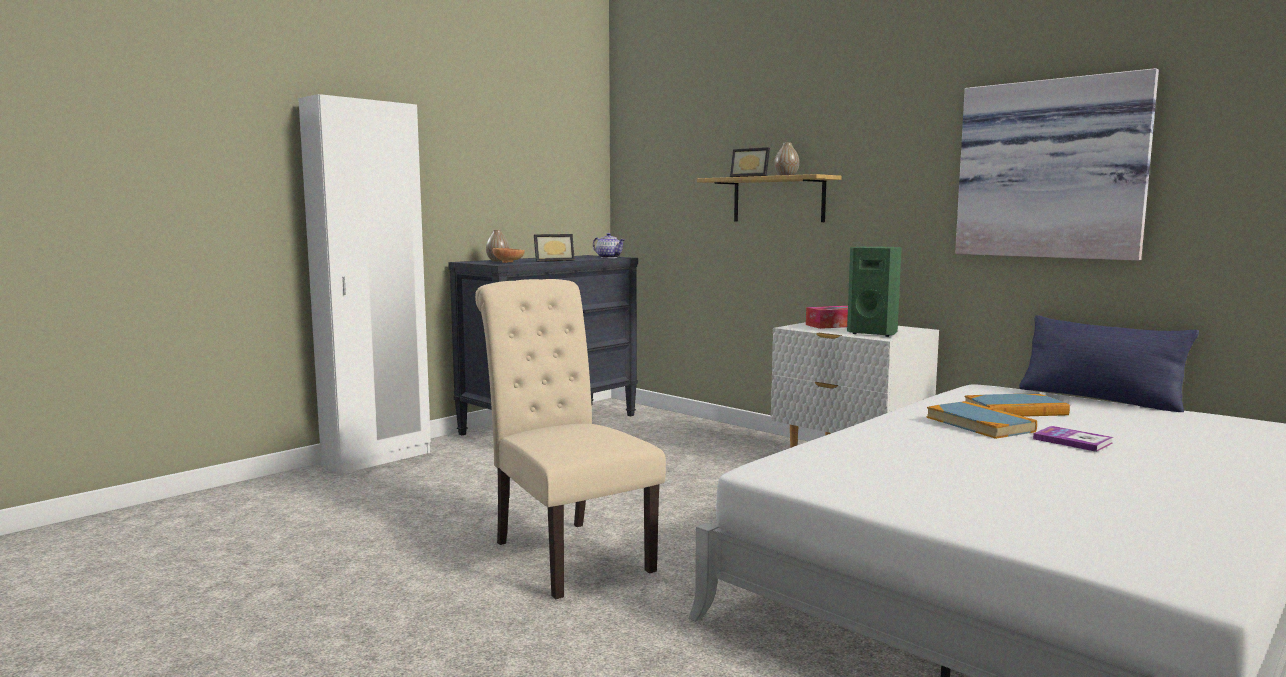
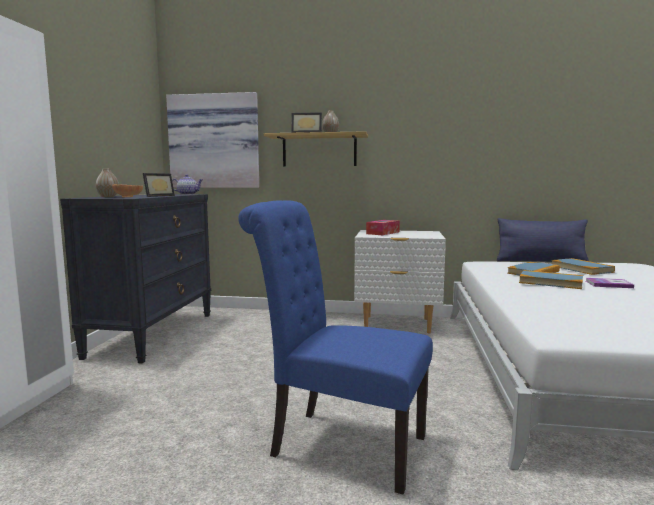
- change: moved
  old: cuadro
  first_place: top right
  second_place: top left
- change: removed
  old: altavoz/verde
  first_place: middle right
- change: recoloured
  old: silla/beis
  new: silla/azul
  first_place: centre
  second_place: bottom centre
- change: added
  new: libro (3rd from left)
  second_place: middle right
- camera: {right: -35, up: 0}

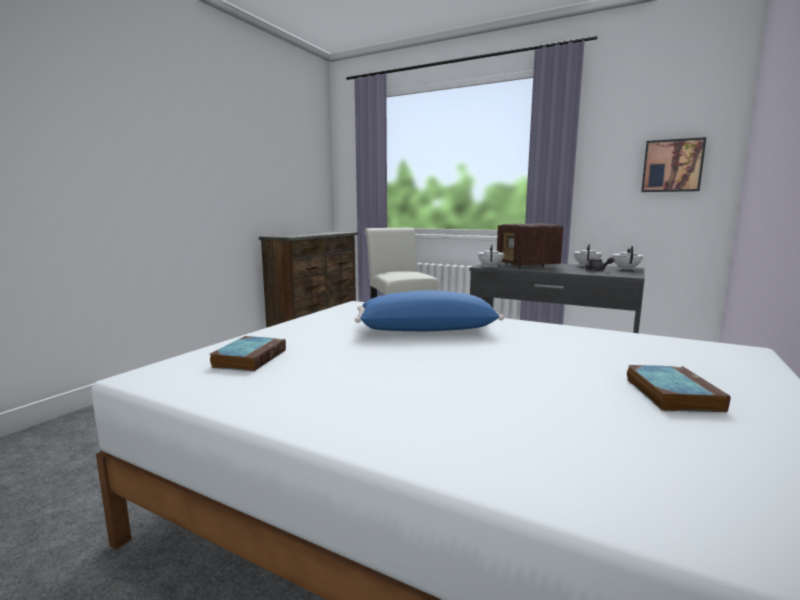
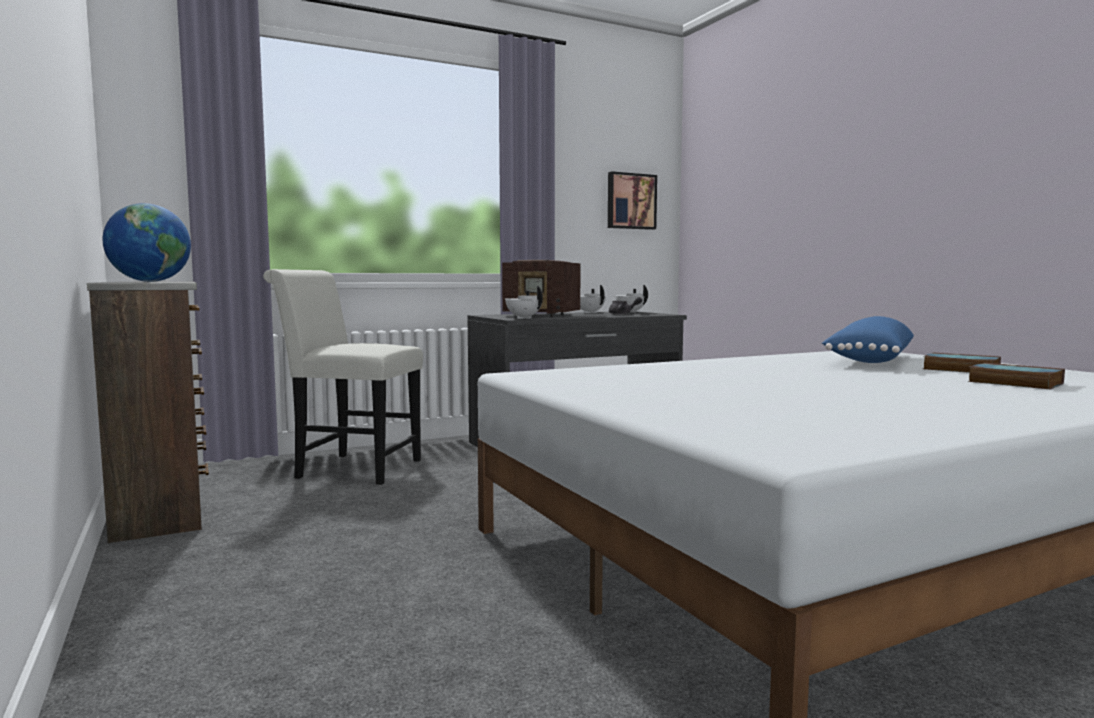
- change: moved
  old: cojín/azul
  first_place: centre
  second_place: middle right
- change: moved
  old: libro (1st from left in the first image)
  new: libro (2nd from left)
  first_place: middle left
  second_place: middle right
- change: added
  new: globo terráqueo
  second_place: middle left
- camera: {right: -55, up: -5}

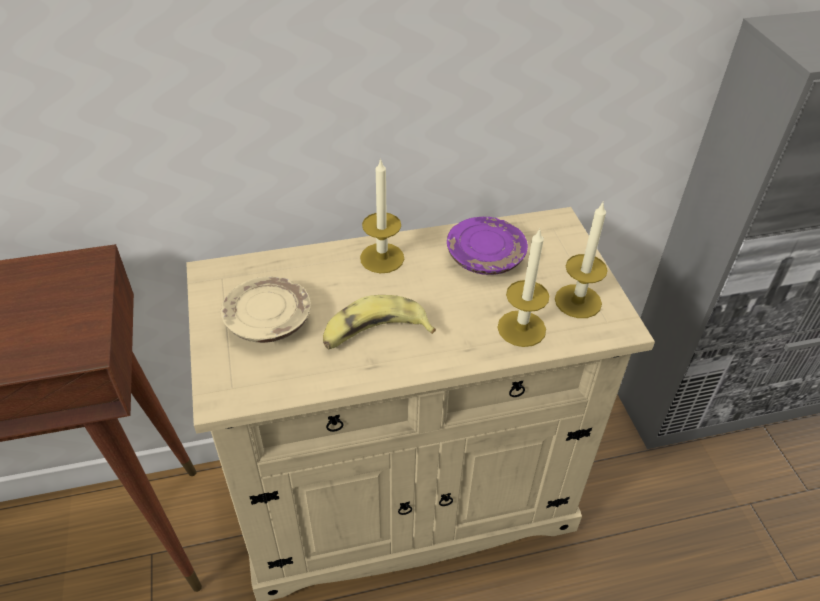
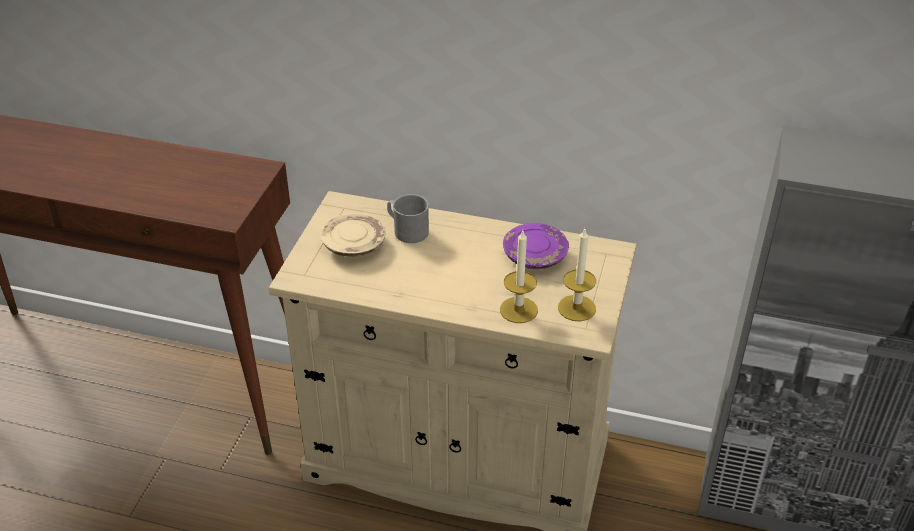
- change: removed
  old: vela (1st from left)
  first_place: centre
- change: removed
  old: plátano
  first_place: centre
- change: added
  new: taza grande/gris
  second_place: centre
- camera: {right: 30, up: -5}

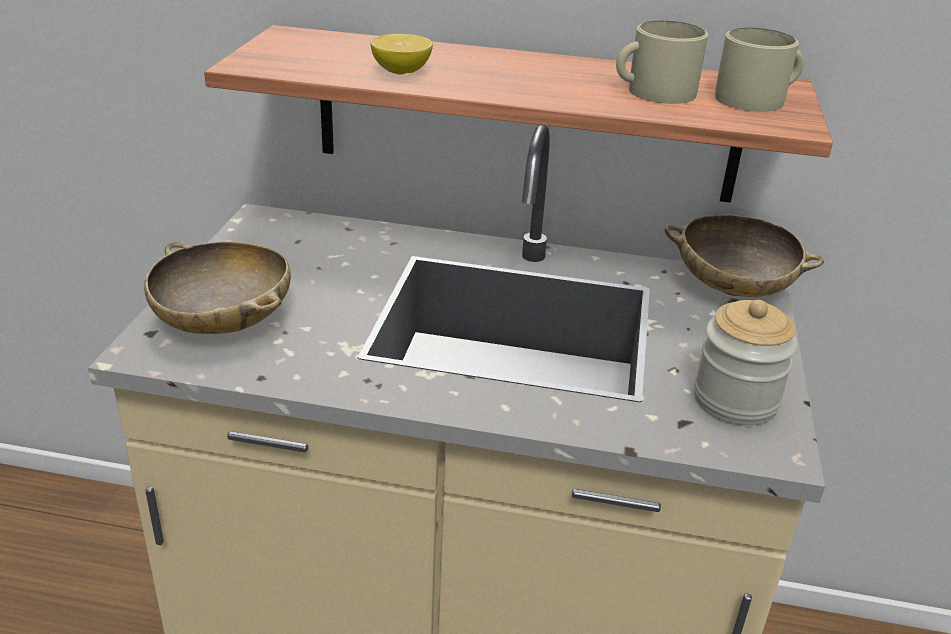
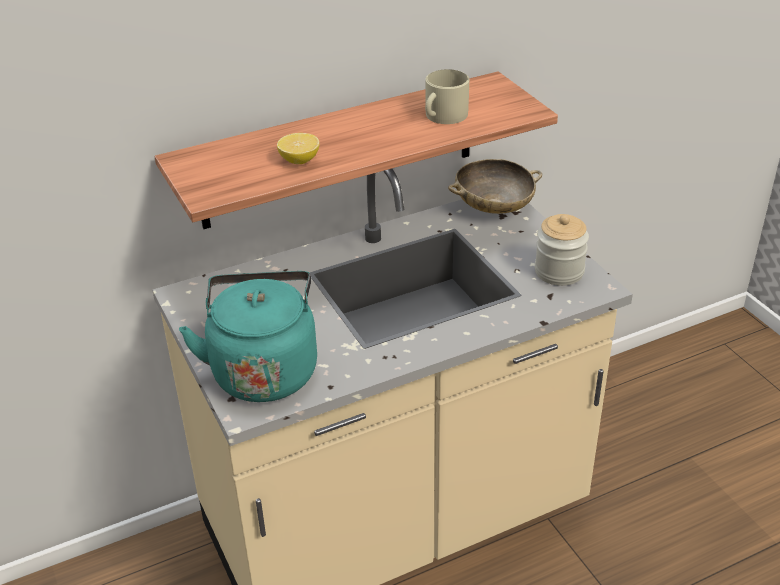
- change: removed
  old: taza grande/beis (2nd from left)
  first_place: top right
- change: replaced
  old: cuenco/beis (1st from left)
  new: hervidor/turquesa
  first_place: middle left
  second_place: middle left
- camera: {right: -35, up: 5}

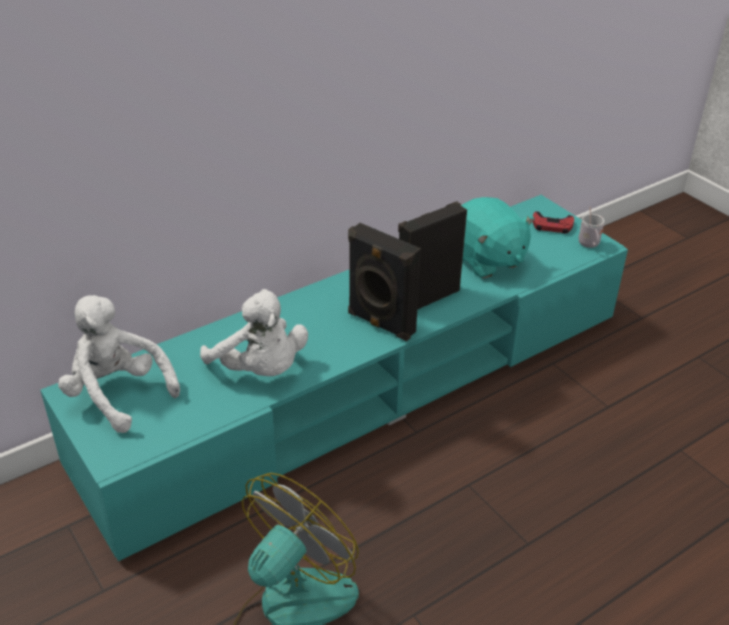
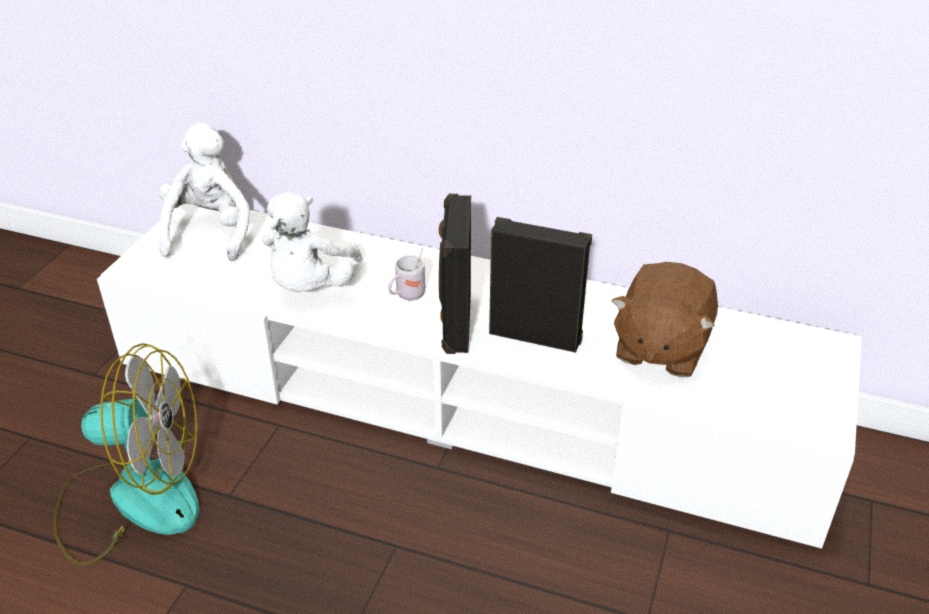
- change: recoloured
  old: mueble de televisión/turquesa
  new: mueble de televisión/blanco
  first_place: centre
  second_place: centre
- change: recoloured
  old: peluche/turquesa
  new: peluche/marrón
  first_place: middle right
  second_place: middle right
- change: moved
  old: taza grande/blanco
  first_place: middle right
  second_place: centre
- change: removed
  old: mando de consola/rojo
  first_place: middle right
- camera: {right: 55, up: 0}

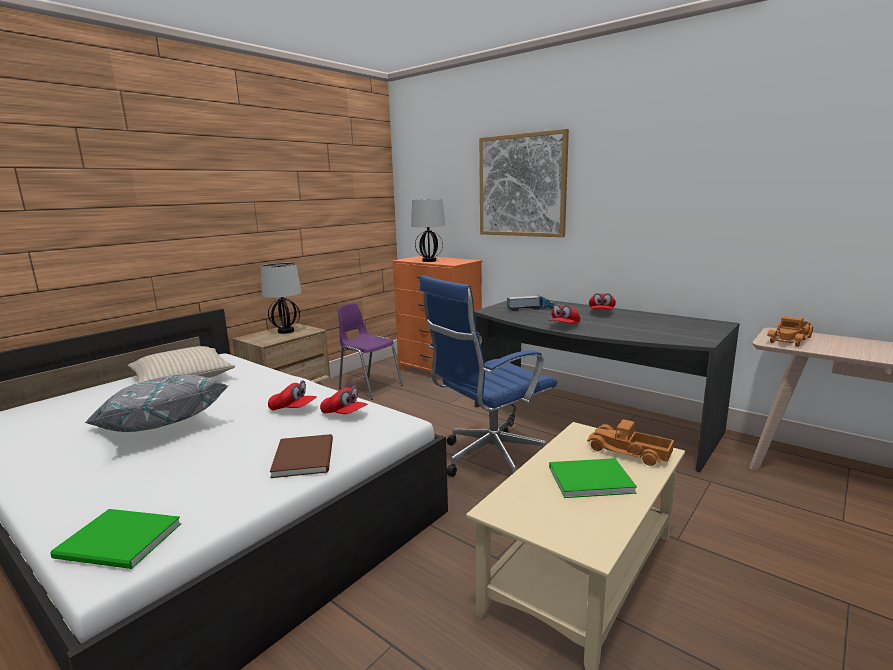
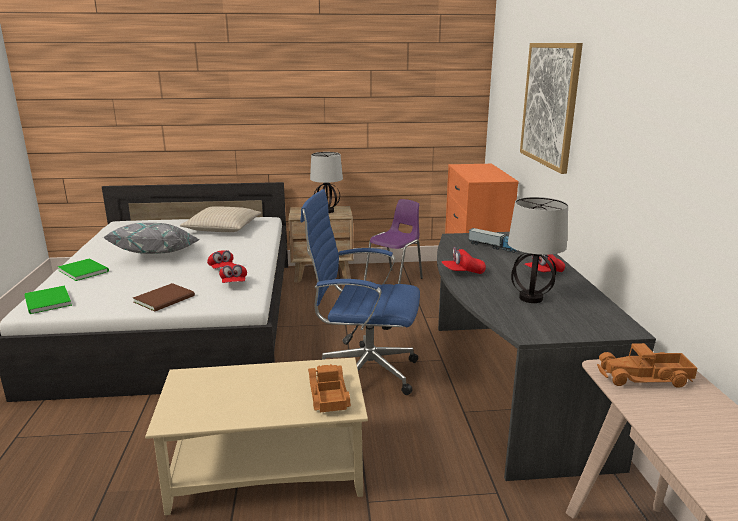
- change: moved
  old: lámpara de mesa (2nd from left)
  first_place: centre
  second_place: middle right
- change: turned
  old: silla/morado
  first_place: centre
  second_place: centre
  degrees: 45
- change: moved
  old: libro/verde (2nd from left)
  first_place: bottom centre
  second_place: middle left
- camera: {right: 45, up: 5}

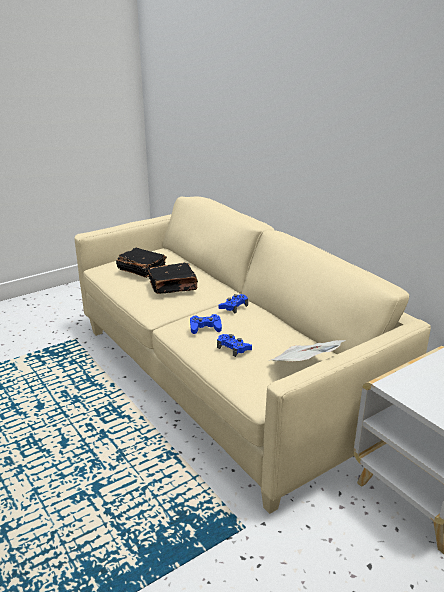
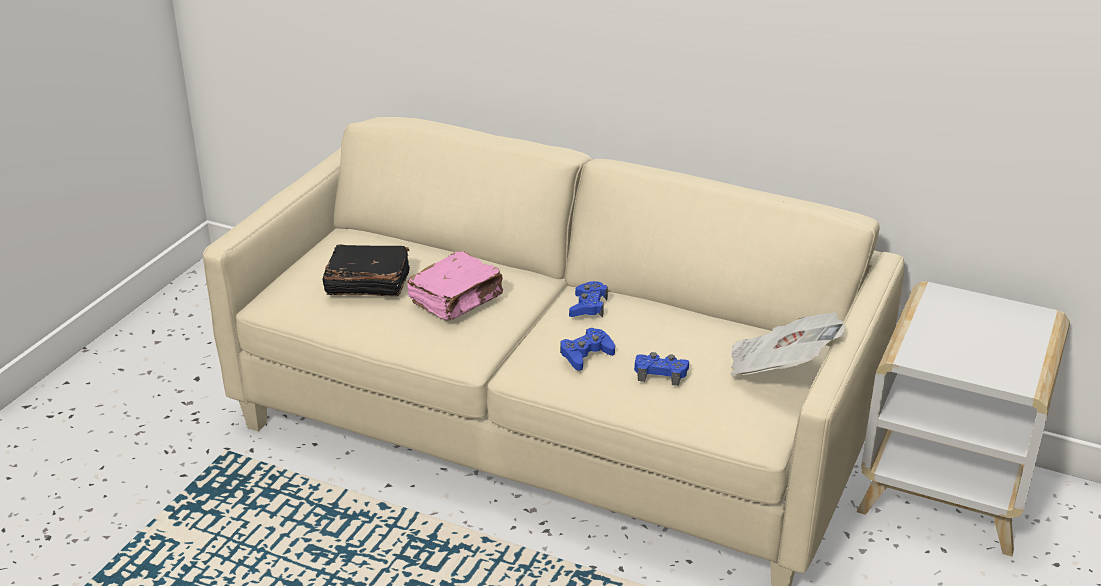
- change: recoloured
  old: libro/negro (2nd from left)
  new: libro/rosa
  first_place: centre
  second_place: centre
- camera: {right: -30, up: 5}

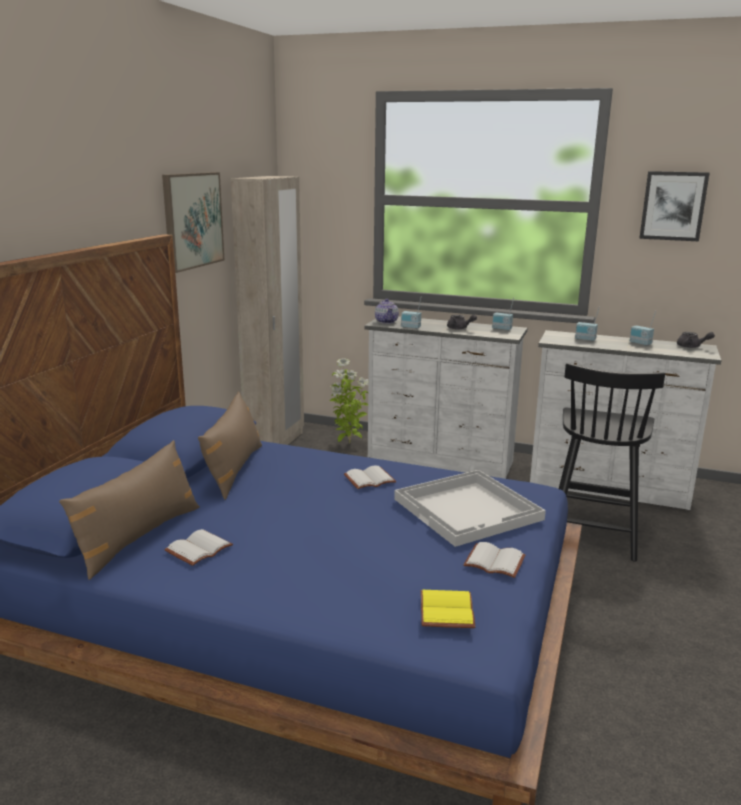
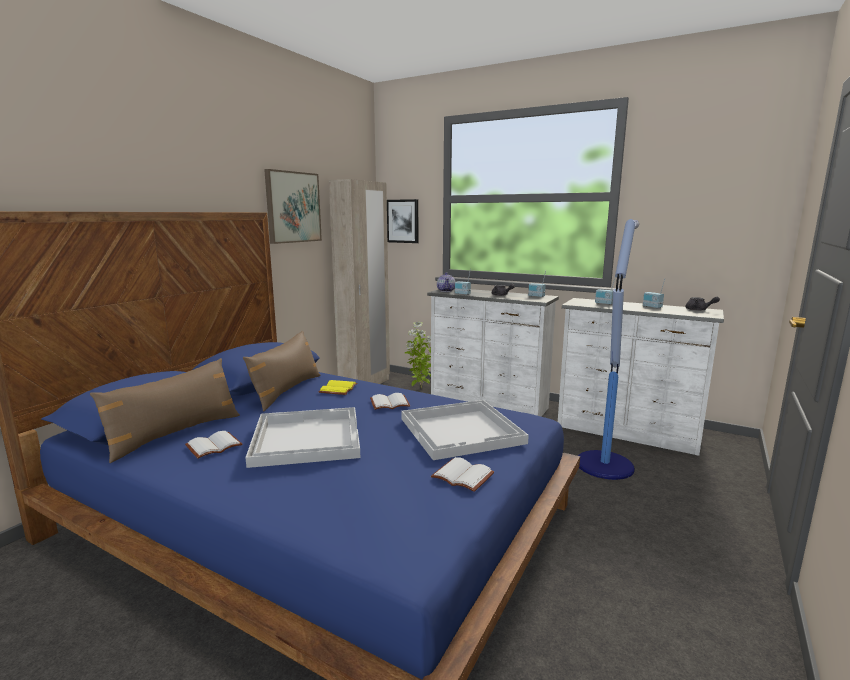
- change: moved
  old: cuadro (2nd from left)
  first_place: top right
  second_place: top centre
- change: replaced
  old: silla/negro
  new: lámpara de pie
  first_place: middle right
  second_place: middle right
- change: moved
  old: libro/amarillo
  first_place: bottom centre
  second_place: centre
- change: added
  new: bandeja/blanco (1st from left)
  second_place: centre
- camera: {right: 10, up: -5}

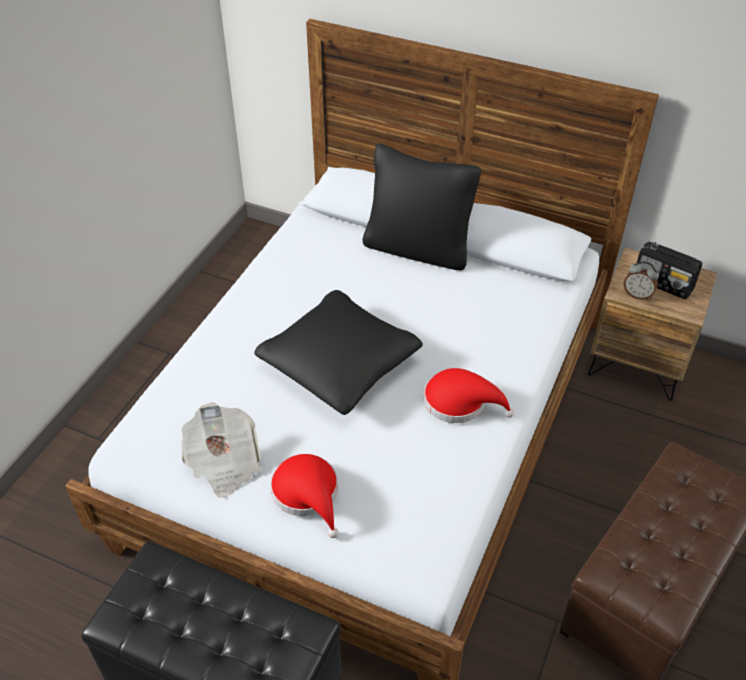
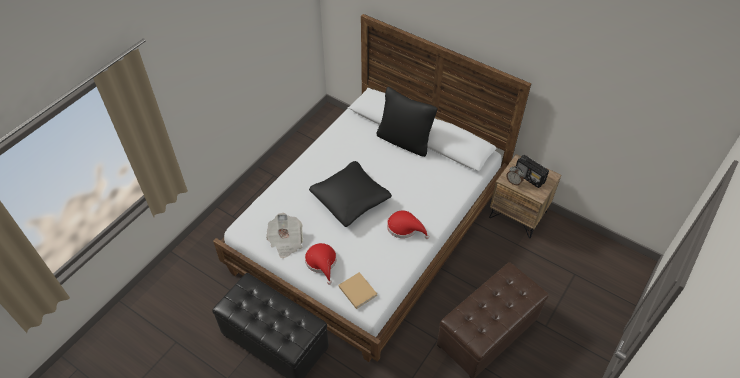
- change: added
  new: libro/beis
  second_place: bottom centre
- camera: {right: 10, up: 5}

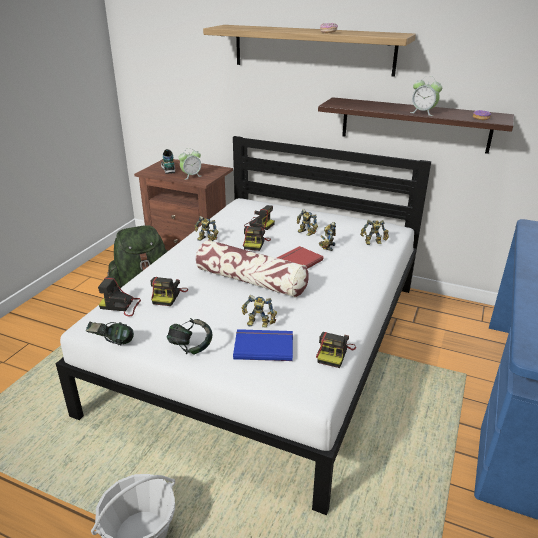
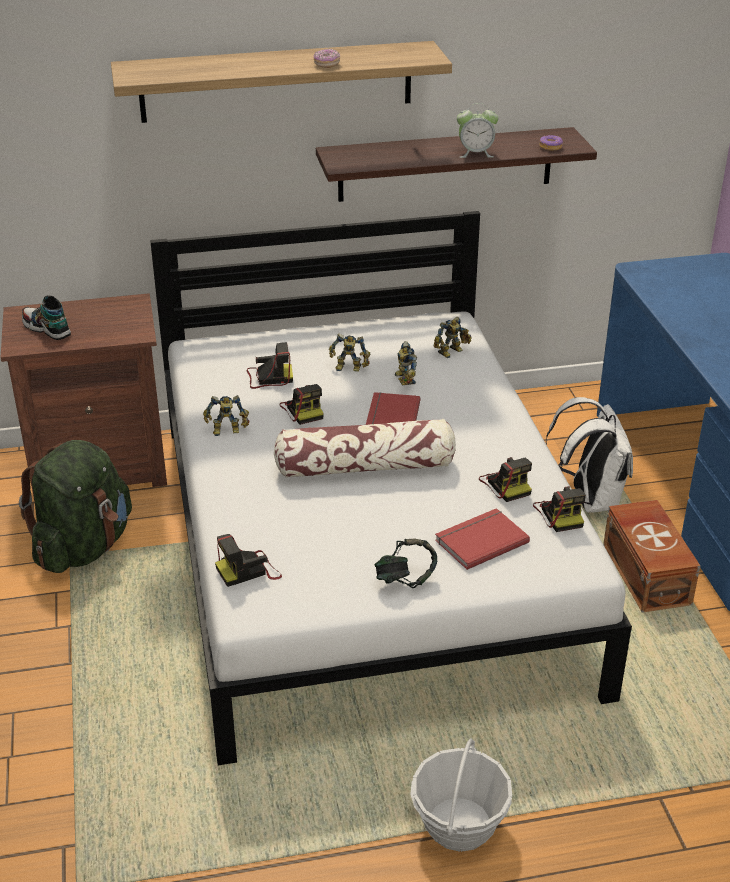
- change: removed
  old: despertador (1st from left)
  first_place: top centre
- change: moved
  old: cámara (2nd from left in the first image)
  new: cámara (4th from left)
  first_place: middle left
  second_place: middle right
- change: removed
  old: robot de juguete (2nd from left)
  first_place: centre
- change: removed
  old: auriculares (1st from left)
  first_place: middle left
- change: recoloured
  old: libro/azul
  new: libro/rojo (2nd from left)
  first_place: centre
  second_place: centre
- change: added
  new: mochila/blanco
  second_place: middle right
- change: added
  new: caja de almacenaje/marrón
  second_place: middle right
- camera: {right: -35, up: 5}

